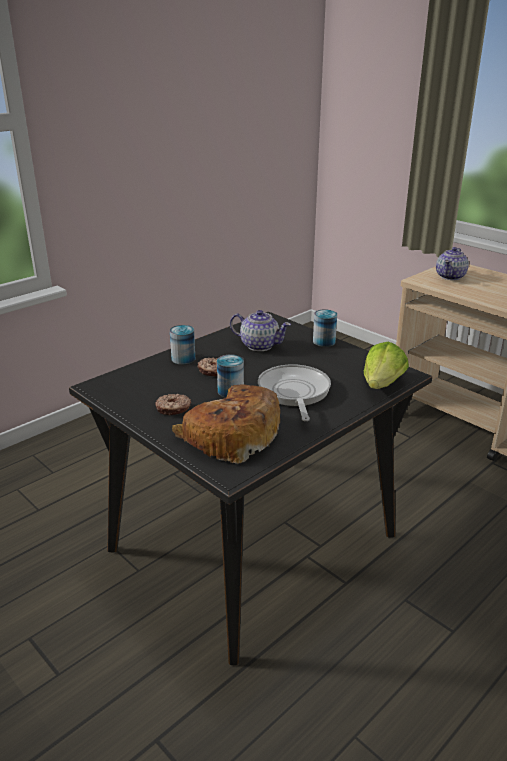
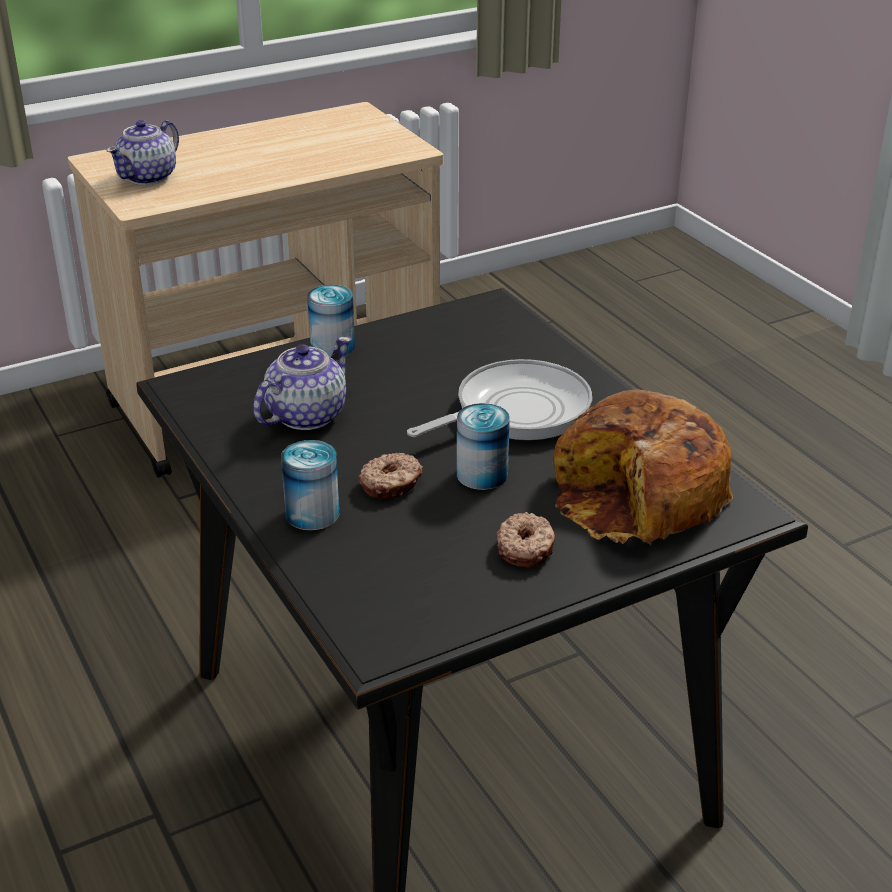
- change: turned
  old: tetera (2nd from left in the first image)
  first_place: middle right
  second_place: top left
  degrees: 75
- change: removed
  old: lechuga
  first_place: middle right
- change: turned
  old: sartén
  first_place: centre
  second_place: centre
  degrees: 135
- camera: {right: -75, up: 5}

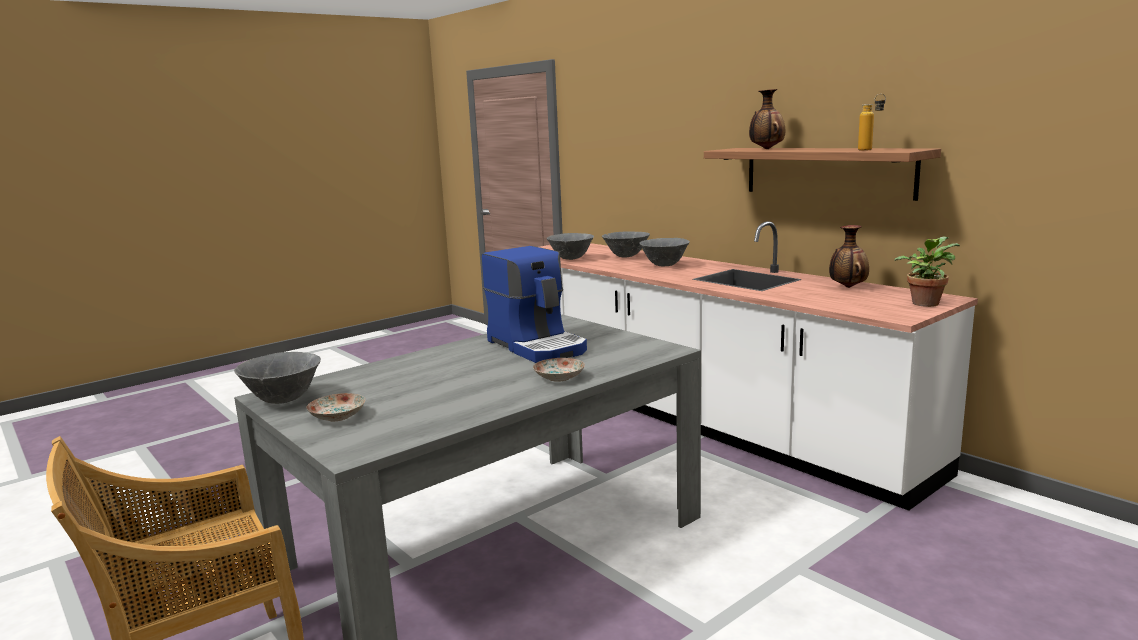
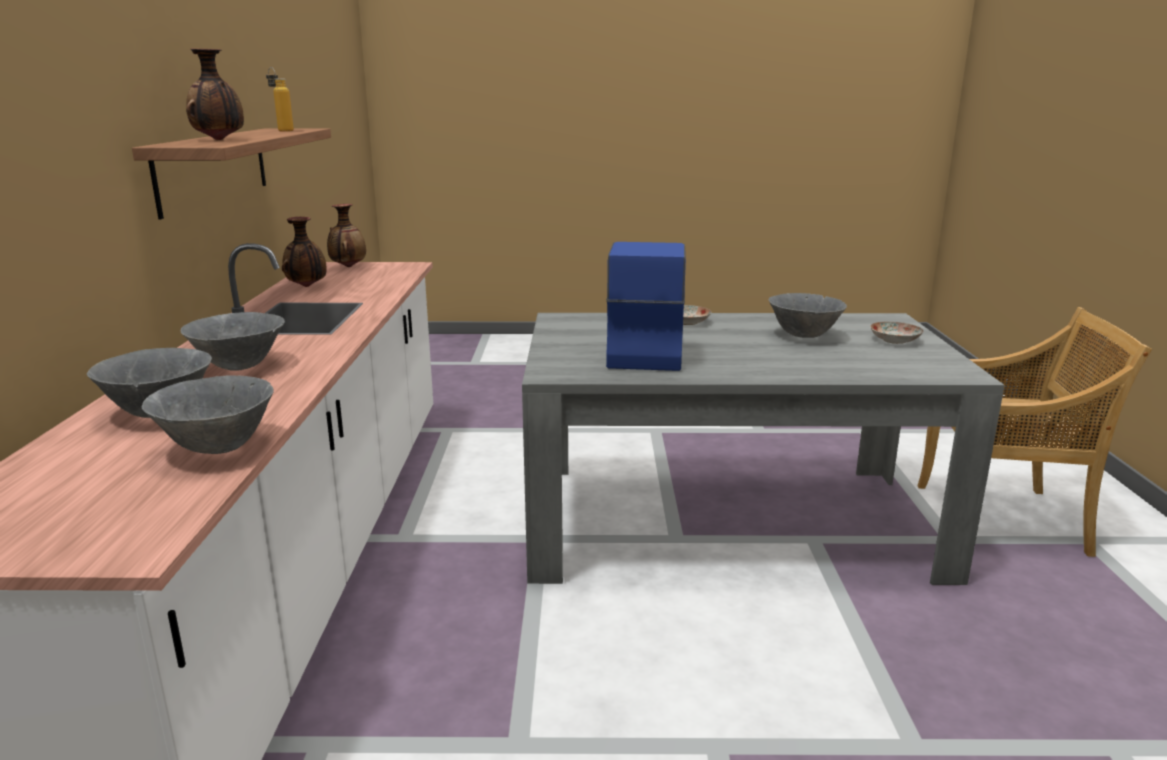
- change: replaced
  old: planta en maceta
  new: florero (3rd from left)
  first_place: middle right
  second_place: top left
- change: moved
  old: cuenco/gris (1st from left in the first image)
  new: cuenco/gris (4th from left)
  first_place: middle left
  second_place: middle right
- camera: {right: -140, up: 5}

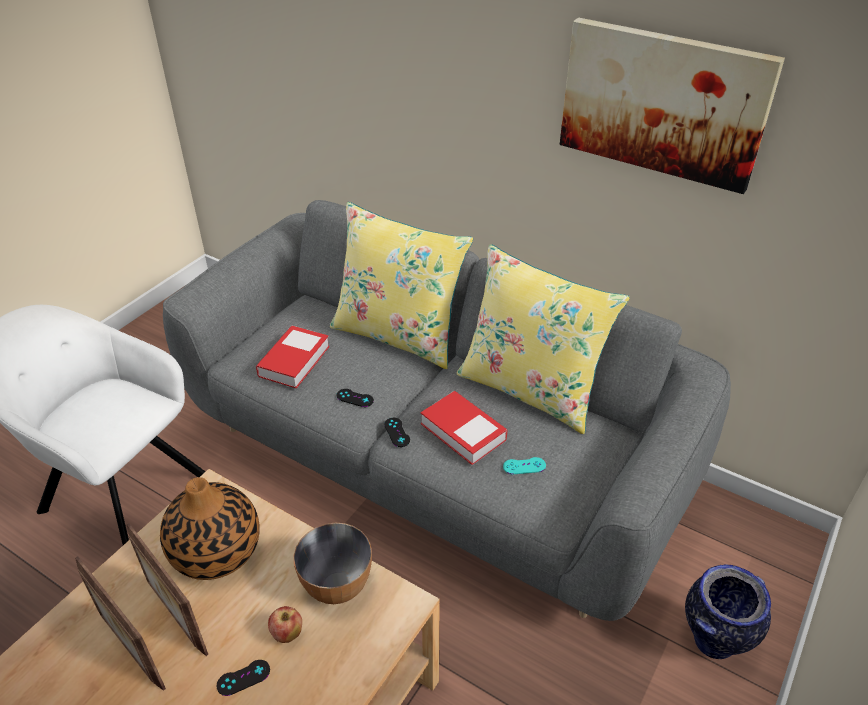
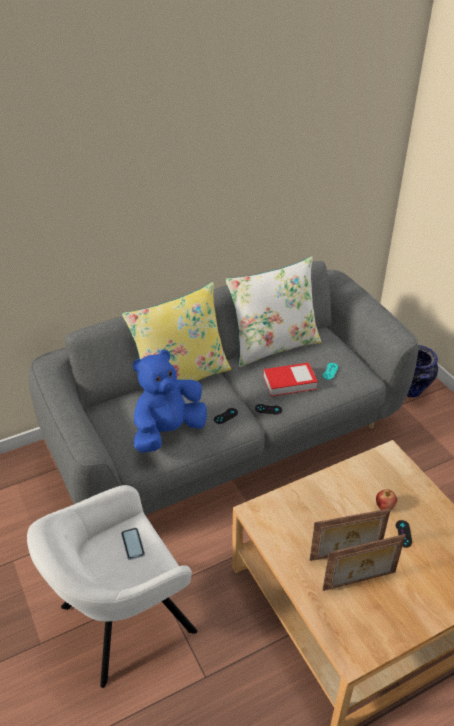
- change: removed
  old: cuadro
  first_place: top right
- change: recoloured
  old: cojín/amarillo (2nd from left)
  new: cojín/blanco
  first_place: centre
  second_place: centre
- change: replaced
  old: libro (1st from left)
  new: peluche/azul
  first_place: centre
  second_place: centre
- change: removed
  old: florero (1st from left)
  first_place: bottom left
- change: removed
  old: cuenco
  first_place: bottom centre
- change: added
  new: móvil
  second_place: bottom left
- camera: {right: -60, up: 0}

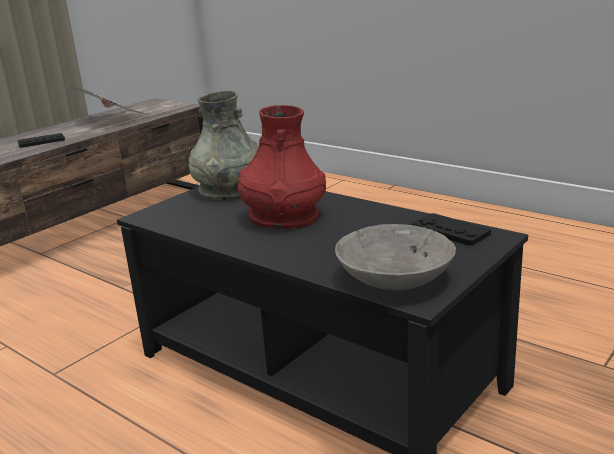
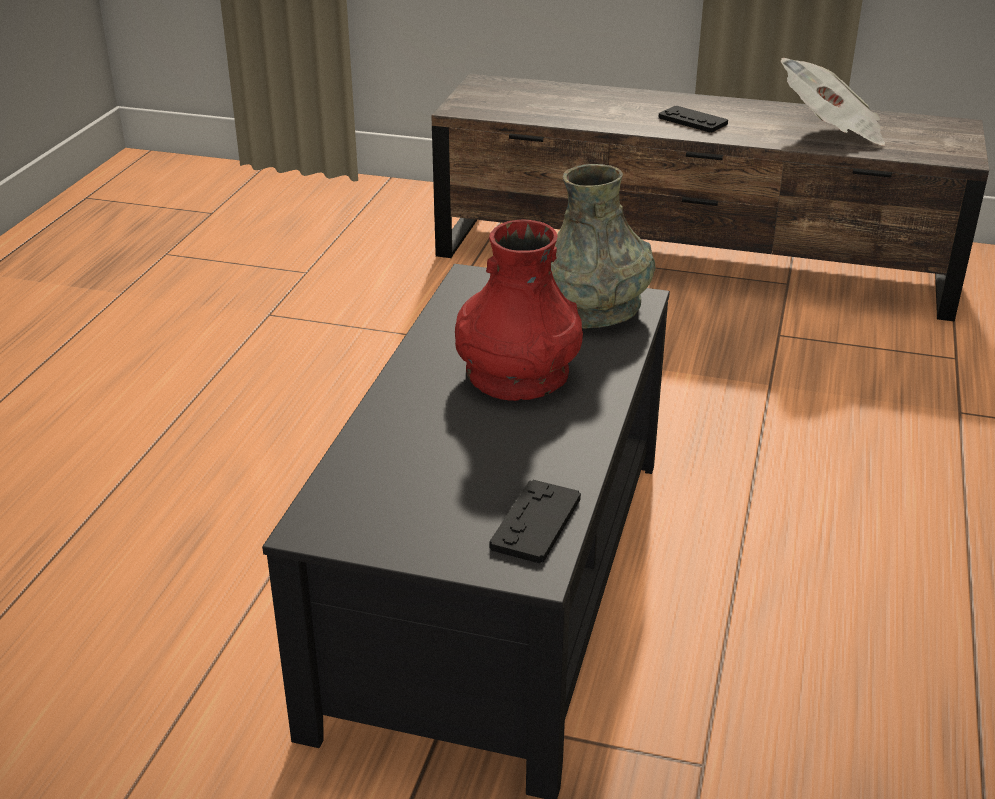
- change: removed
  old: cuenco/gris
  first_place: centre
- camera: {right: 65, up: 10}

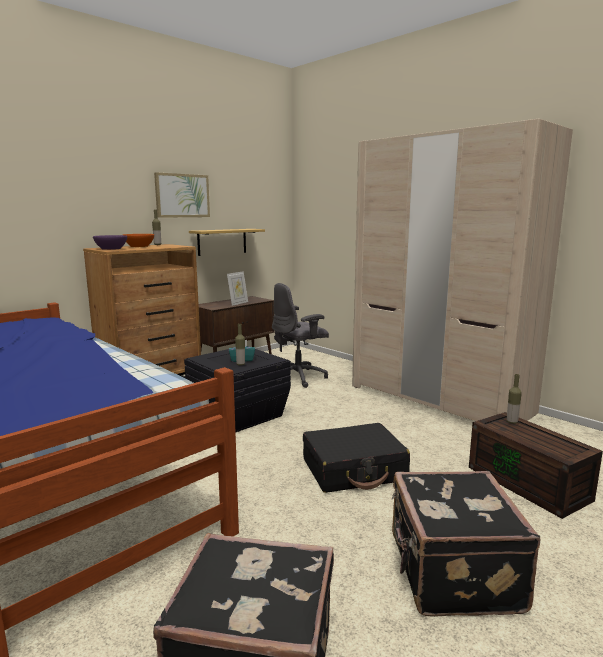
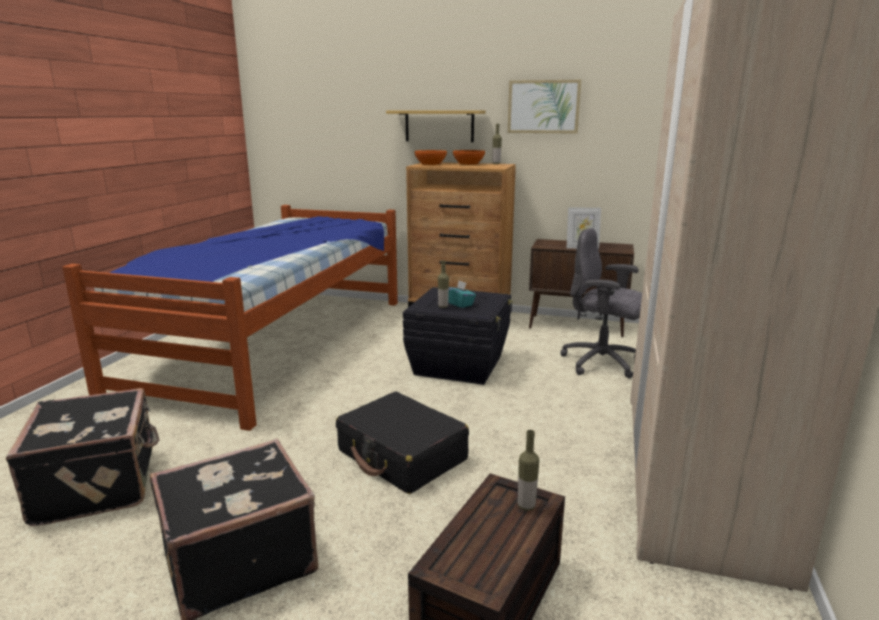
- change: moved
  old: estante
  first_place: centre
  second_place: top centre
- change: recoloured
  old: cuenco/morado
  new: cuenco/naranja (1st from left)
  first_place: middle left
  second_place: top centre
- camera: {right: 60, up: 5}

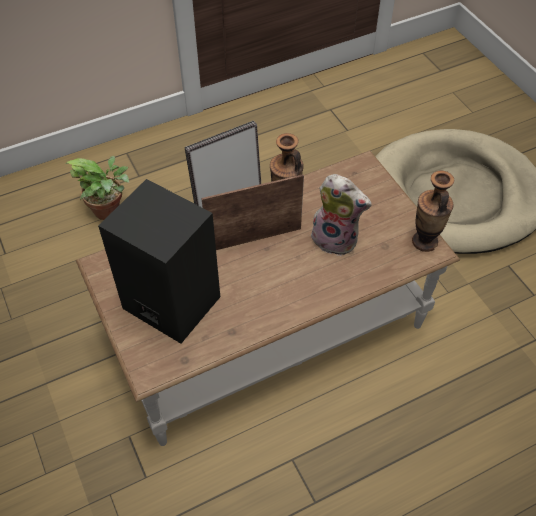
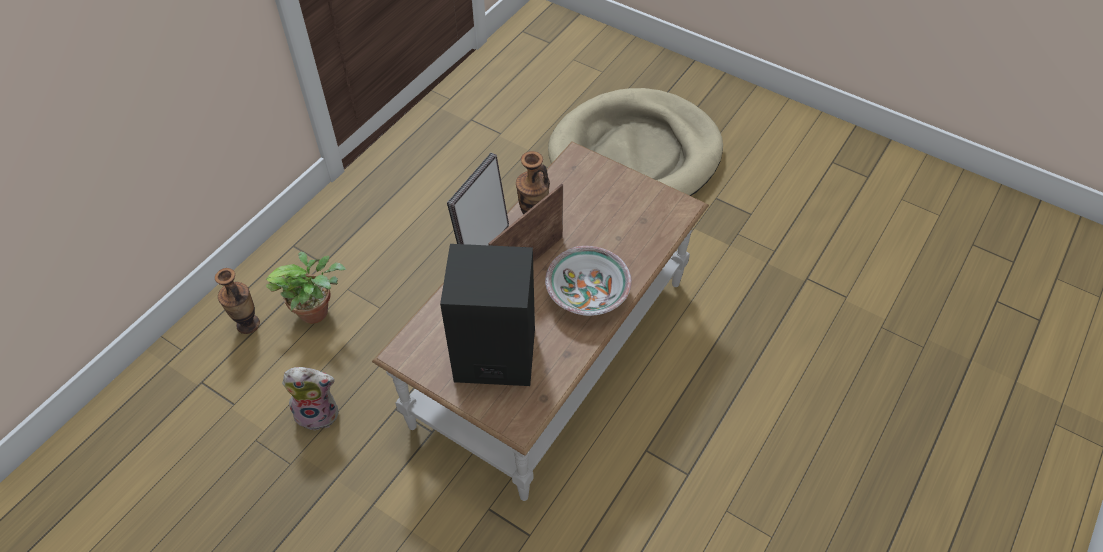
- change: moved
  old: florero (2nd from left in the first image)
  new: florero (1st from left)
  first_place: middle right
  second_place: middle left
- change: moved
  old: peluche
  first_place: centre
  second_place: bottom left
- change: added
  new: cuenco
  second_place: centre
- camera: {right: -30, up: 0}

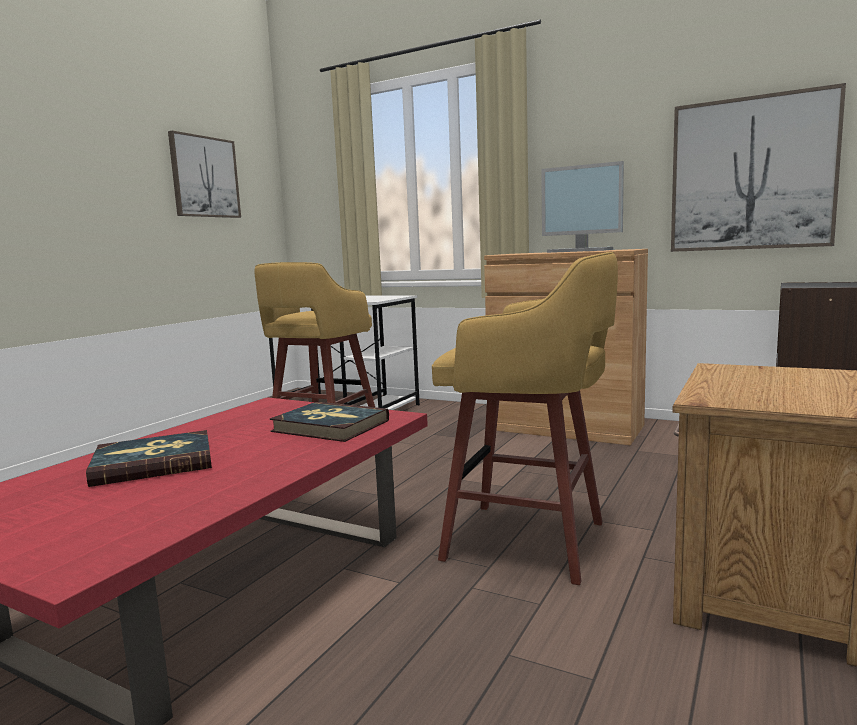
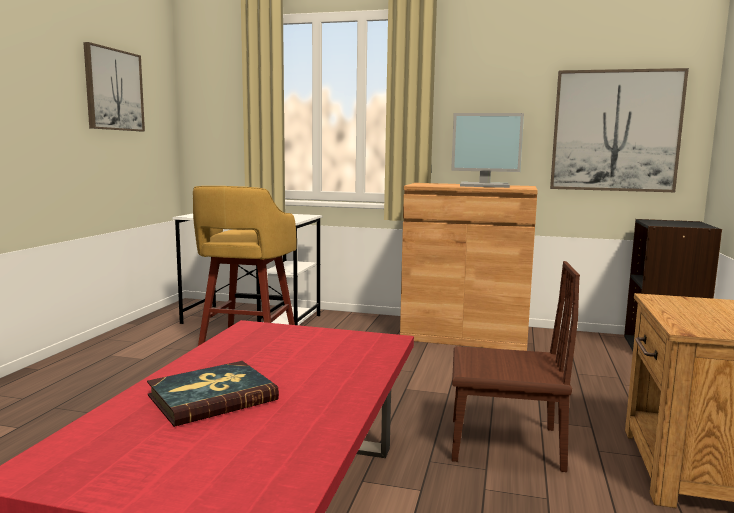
- change: replaced
  old: taburete/amarillo (2nd from left)
  new: silla/marrón
  first_place: centre
  second_place: bottom right
- change: removed
  old: libro (2nd from left)
  first_place: centre
- camera: {right: -15, up: 0}

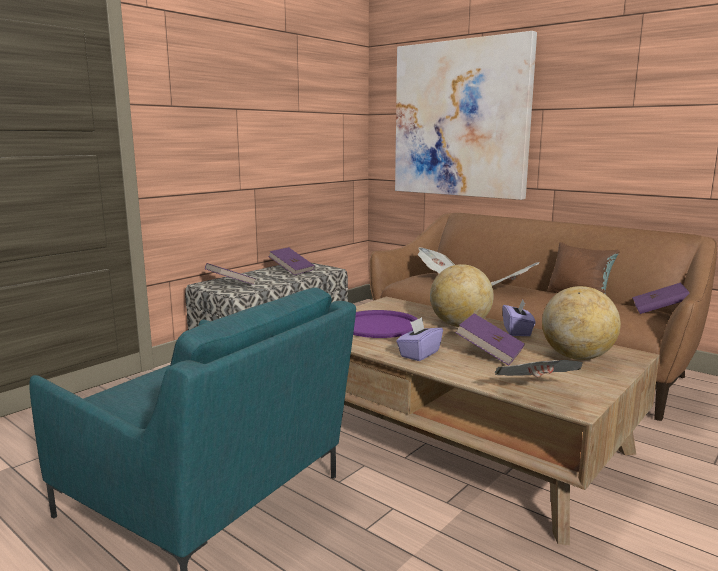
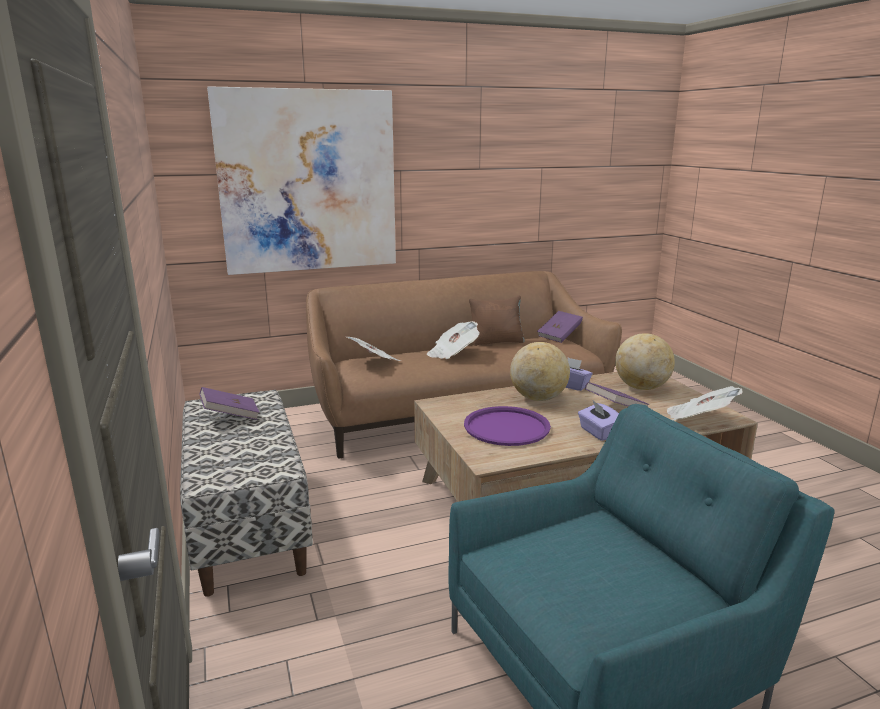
- change: removed
  old: libro/morado (1st from left)
  first_place: middle left
- camera: {right: -60, up: 5}

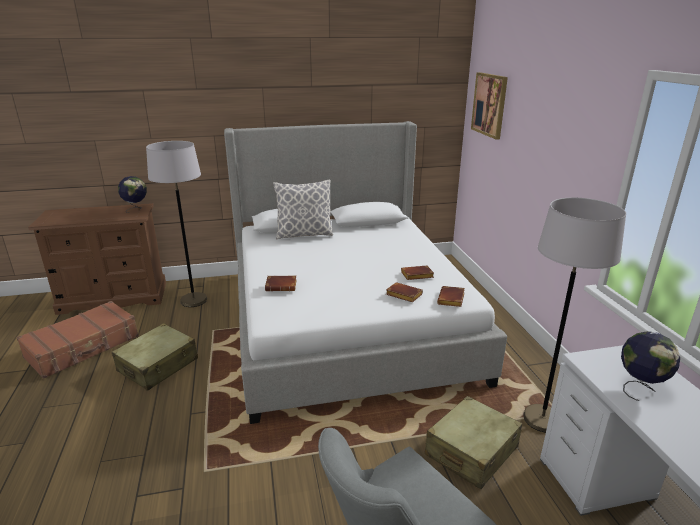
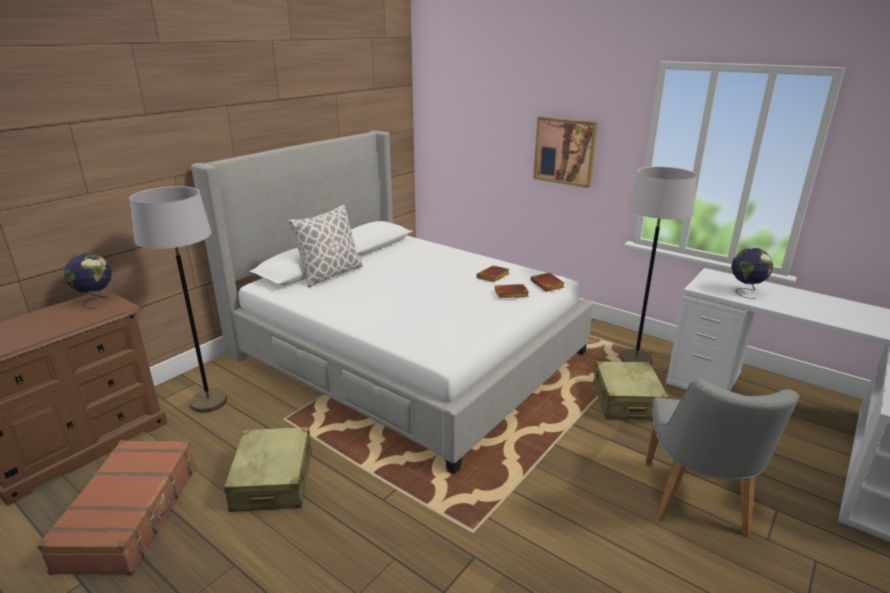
- change: moved
  old: cuadro
  first_place: top right
  second_place: top centre
- change: removed
  old: libro/marrón (1st from left)
  first_place: centre
- camera: {right: -40, up: 0}

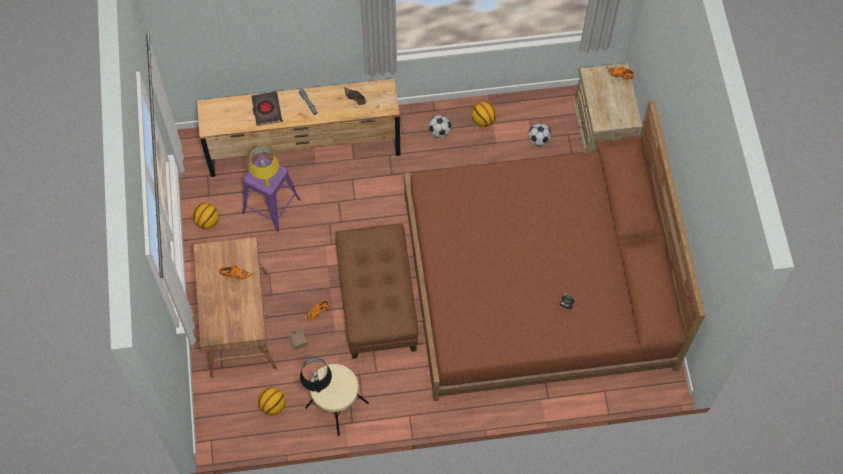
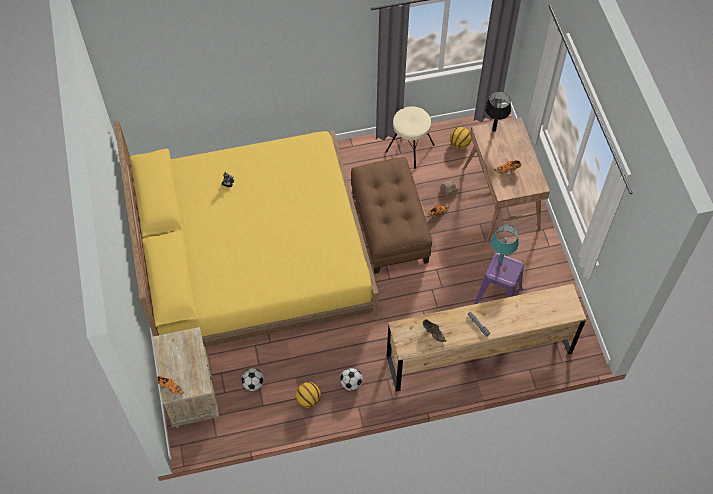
- change: removed
  old: libro/negro
  first_place: top left
- change: recoloured
  old: cama/marrón
  new: cama/amarillo
  first_place: centre
  second_place: centre
- change: recoloured
  old: lámpara de mesa/amarillo
  new: lámpara de mesa/turquesa
  first_place: middle left
  second_place: middle right
- change: removed
  old: balón de baloncesto (1st from left)
  first_place: middle left
- change: moved
  old: lámpara de mesa/negro
  first_place: bottom centre
  second_place: top right
- camera: {right: 175, up: -5}

